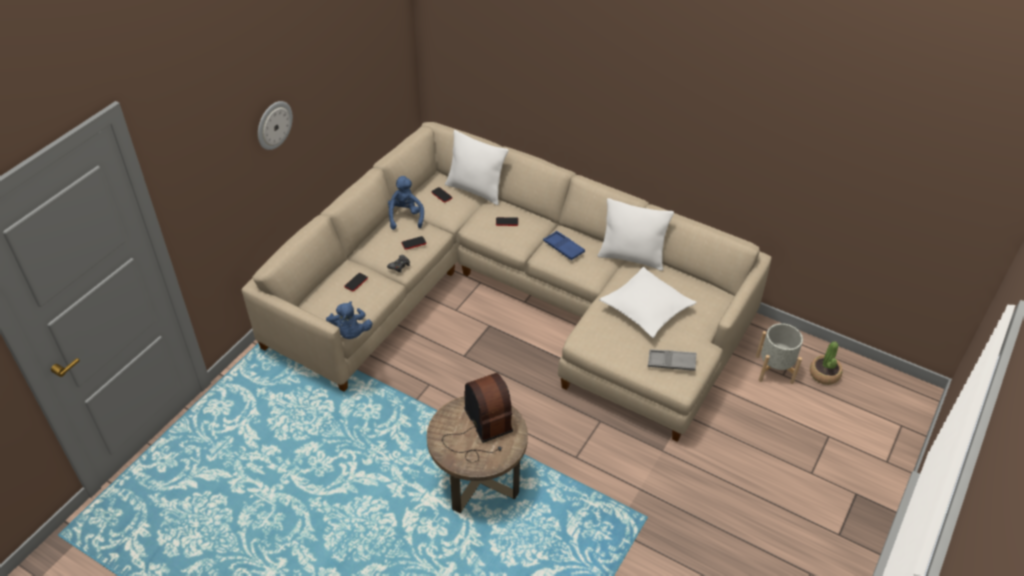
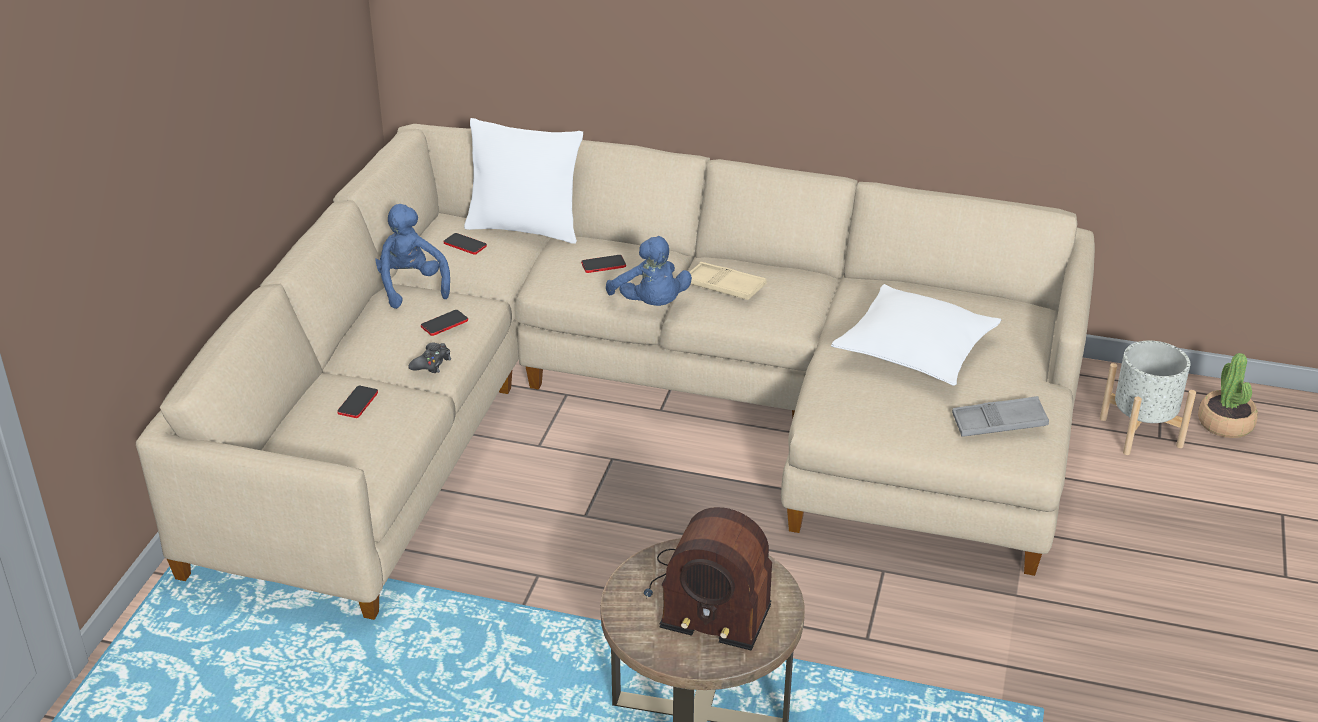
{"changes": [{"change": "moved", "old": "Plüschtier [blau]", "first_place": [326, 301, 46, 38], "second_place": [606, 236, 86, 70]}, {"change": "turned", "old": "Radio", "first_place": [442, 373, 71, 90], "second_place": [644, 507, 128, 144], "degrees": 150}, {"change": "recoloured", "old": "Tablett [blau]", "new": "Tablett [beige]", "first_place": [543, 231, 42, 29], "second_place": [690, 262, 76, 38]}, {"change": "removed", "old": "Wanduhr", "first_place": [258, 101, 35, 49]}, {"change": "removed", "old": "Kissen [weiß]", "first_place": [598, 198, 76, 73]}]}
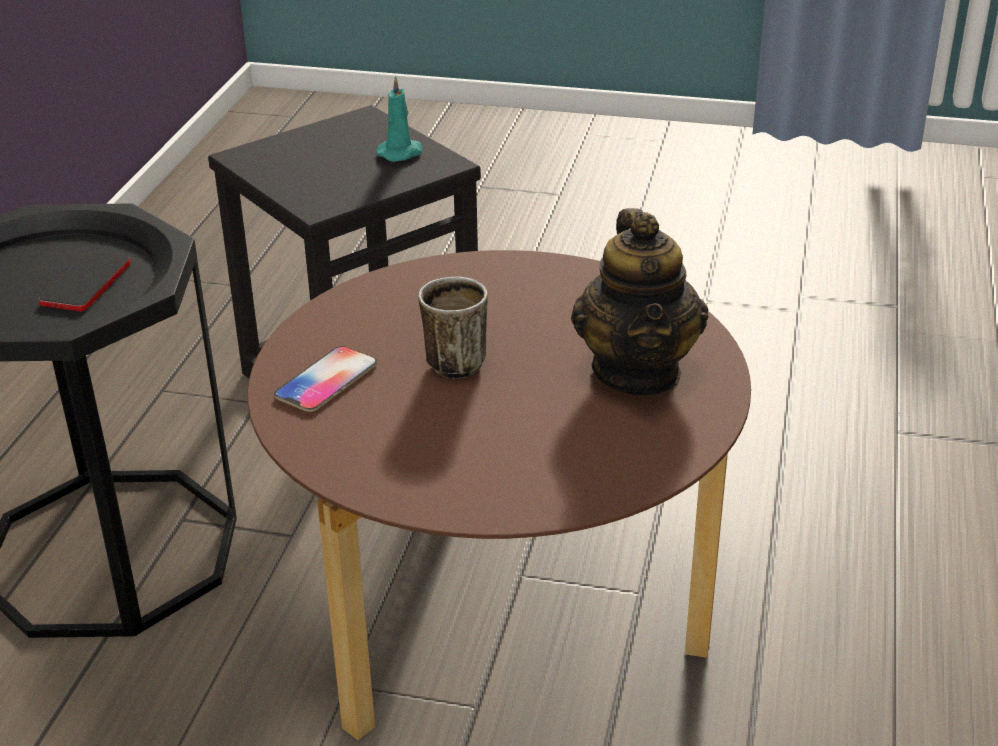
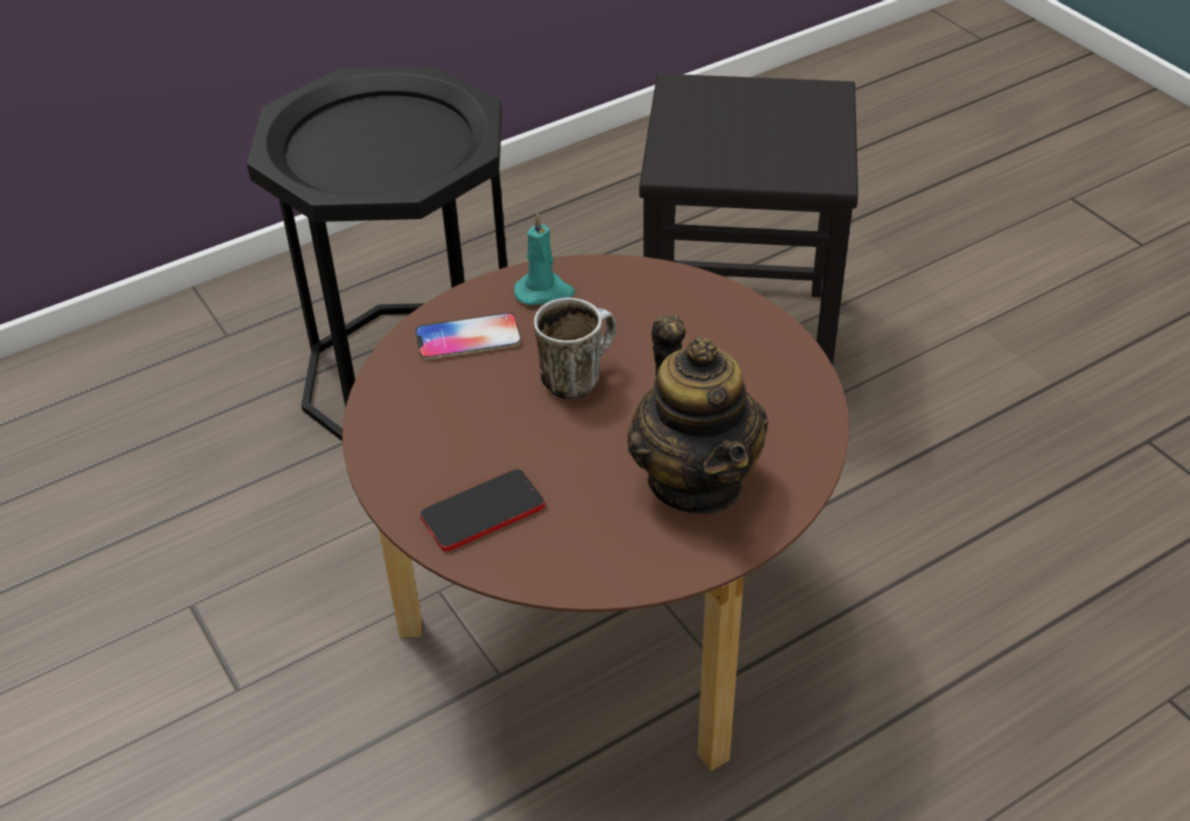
{"changes": [{"change": "moved", "old": "Handy", "first_place": [39, 251, 91, 60], "second_place": [420, 469, 125, 82]}, {"change": "moved", "old": "Kerze [türkis]", "first_place": [376, 76, 47, 86], "second_place": [514, 213, 61, 92]}, {"change": "turned", "old": "Teekanne", "first_place": [571, 208, 137, 188], "second_place": [627, 314, 141, 201], "degrees": -60}]}
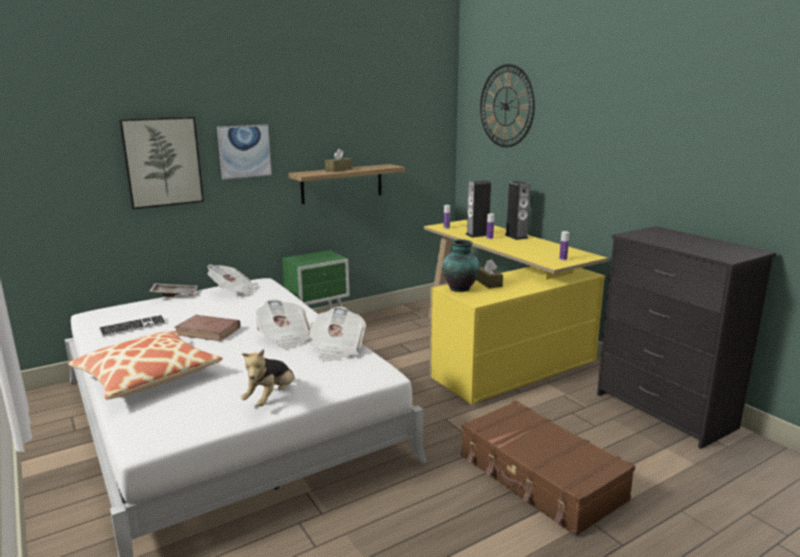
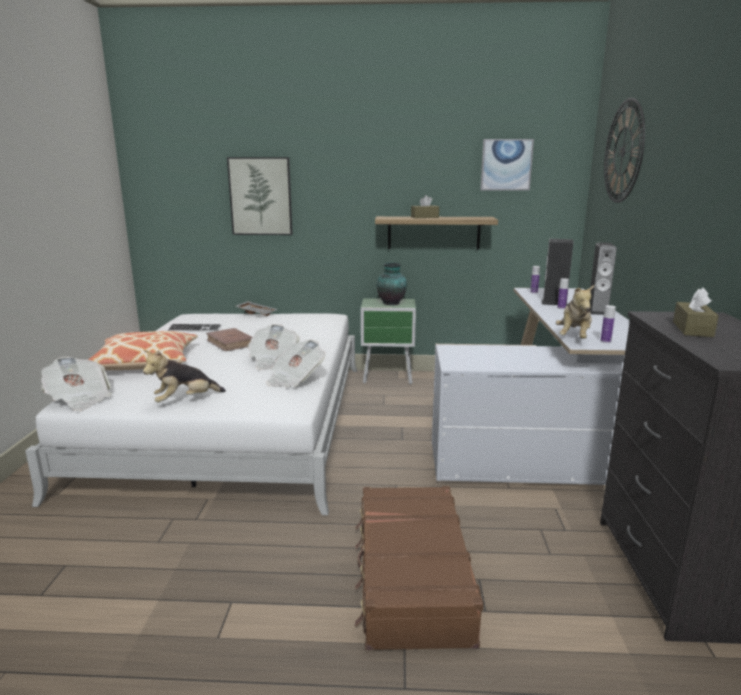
{"changes": [{"change": "moved", "old": "Zeitung", "first_place": [207, 265, 48, 31], "second_place": [41, 356, 71, 55]}, {"change": "moved", "old": "Vase", "first_place": [442, 239, 38, 53], "second_place": [376, 262, 31, 43]}, {"change": "recoloured", "old": "Schreibtisch [gelb]", "new": "Schreibtisch [weiß]", "first_place": [424, 220, 184, 185], "second_place": [432, 288, 198, 197]}, {"change": "moved", "old": "Bild", "first_place": [217, 124, 55, 56], "second_place": [480, 139, 54, 52]}, {"change": "added", "new": "Plüschtier", "second_place": [556, 285, 38, 54]}, {"change": "moved", "old": "Taschentuchbox [braun]", "first_place": [476, 259, 27, 29], "second_place": [673, 288, 46, 49]}]}
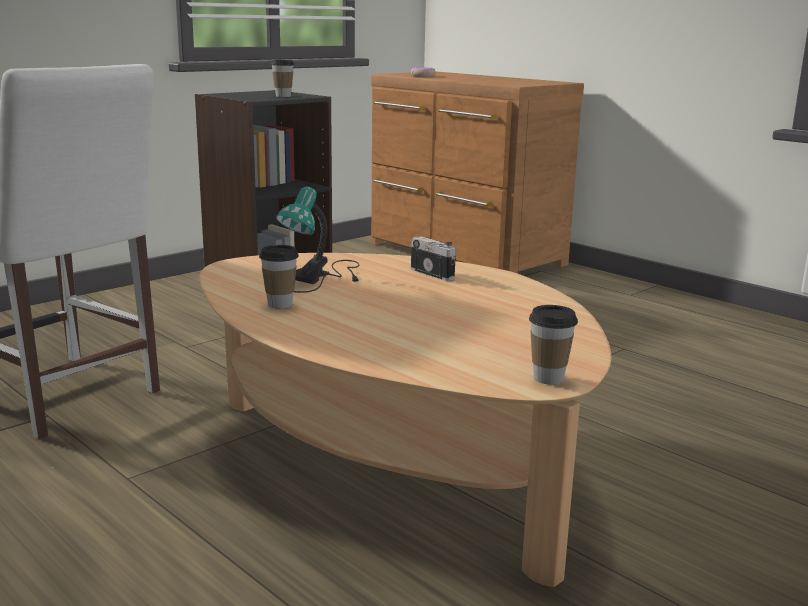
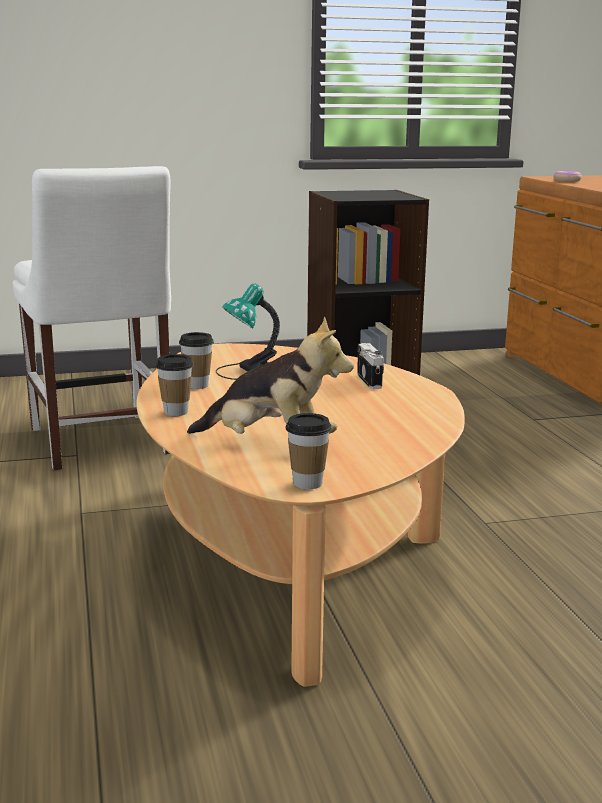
{"changes": [{"change": "moved", "old": "Tasse", "first_place": [271, 60, 23, 37], "second_place": [156, 354, 38, 62]}, {"change": "added", "new": "Plüschtier", "second_place": [187, 316, 167, 118]}]}
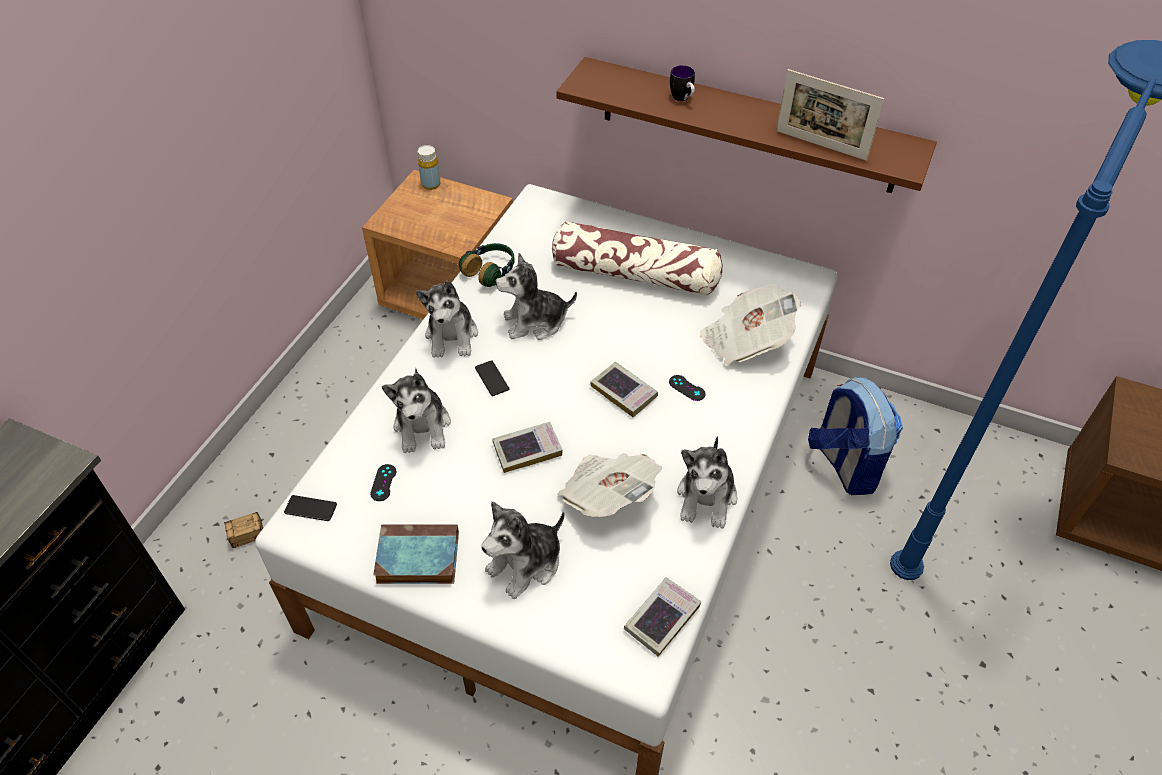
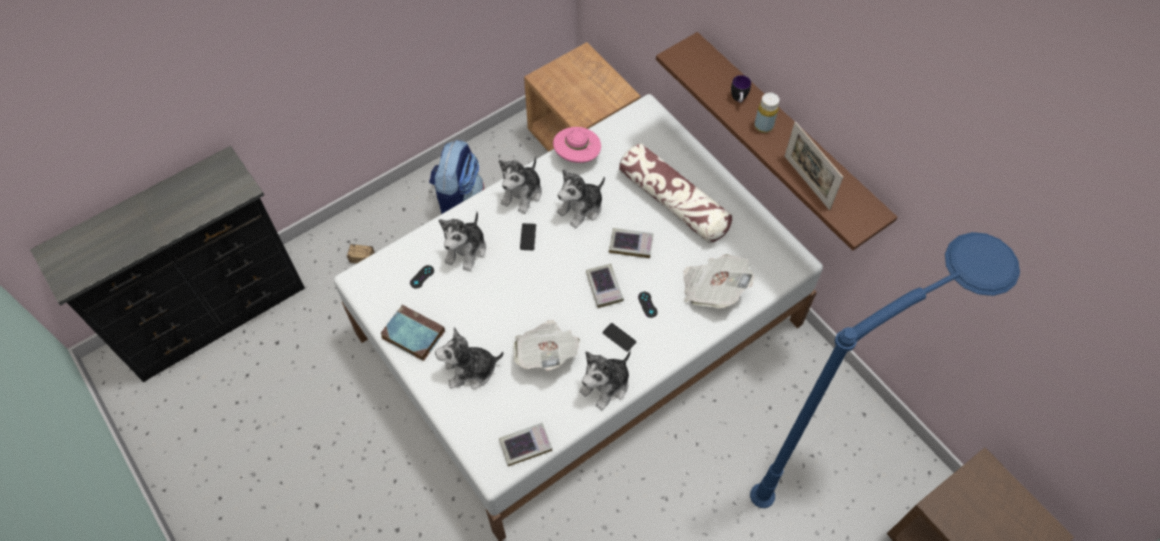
{"changes": [{"change": "moved", "old": "Rucksack", "first_place": [808, 377, 95, 118], "second_place": [429, 140, 55, 74]}, {"change": "replaced", "old": "Kopfhörer", "new": "Hut [rosa]", "first_place": [459, 243, 56, 44], "second_place": [553, 127, 48, 36]}, {"change": "turned", "old": "Plüschtier", "first_place": [495, 253, 82, 87], "second_place": [557, 169, 48, 59], "degrees": -60}, {"change": "moved", "old": "Handy", "first_place": [284, 495, 53, 26], "second_place": [602, 323, 34, 29]}, {"change": "moved", "old": "Buch", "first_place": [492, 422, 71, 51], "second_place": [609, 228, 45, 30]}, {"change": "moved", "old": "Flasche [gelb]", "first_place": [418, 145, 23, 45], "second_place": [754, 92, 25, 41]}]}
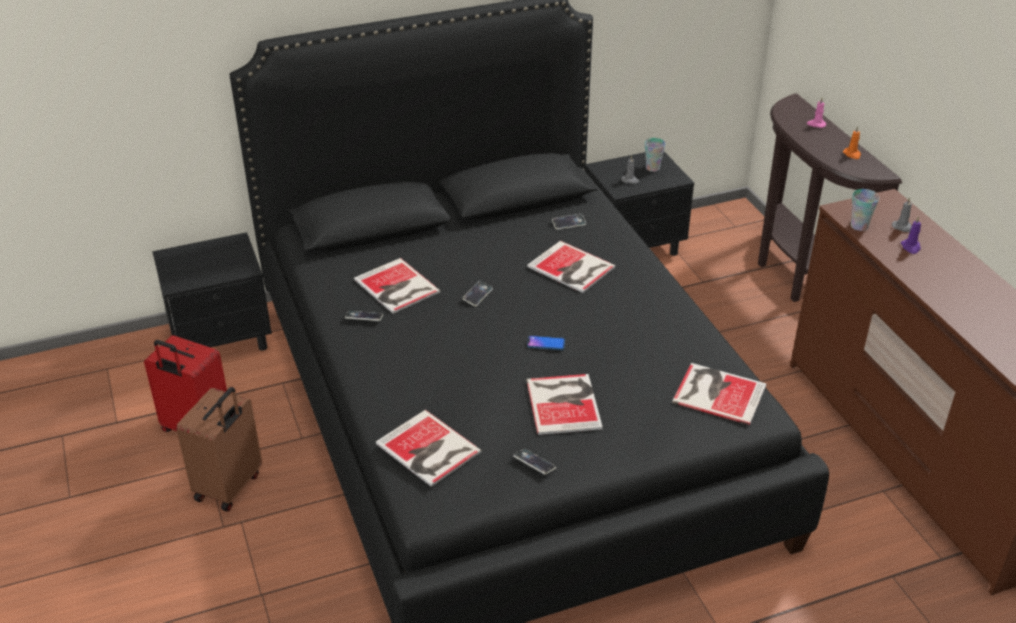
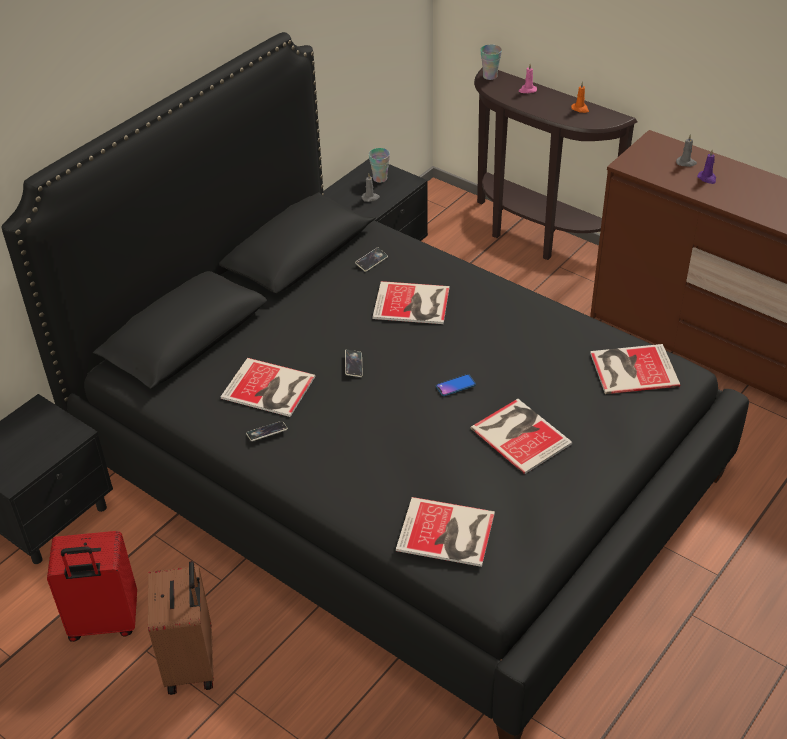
{"changes": [{"change": "moved", "old": "Tasse", "first_place": [850, 189, 30, 42], "second_place": [480, 44, 22, 36]}, {"change": "removed", "old": "Handy", "first_place": [513, 449, 43, 25]}]}
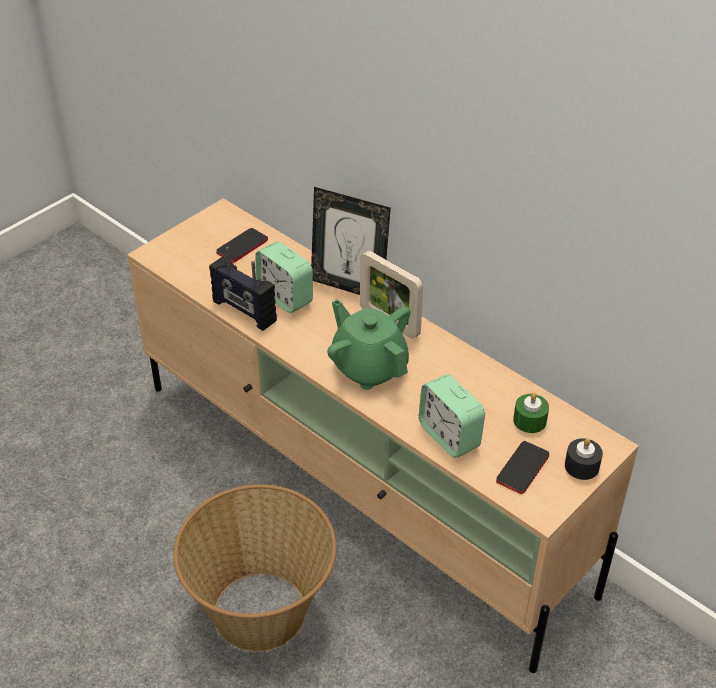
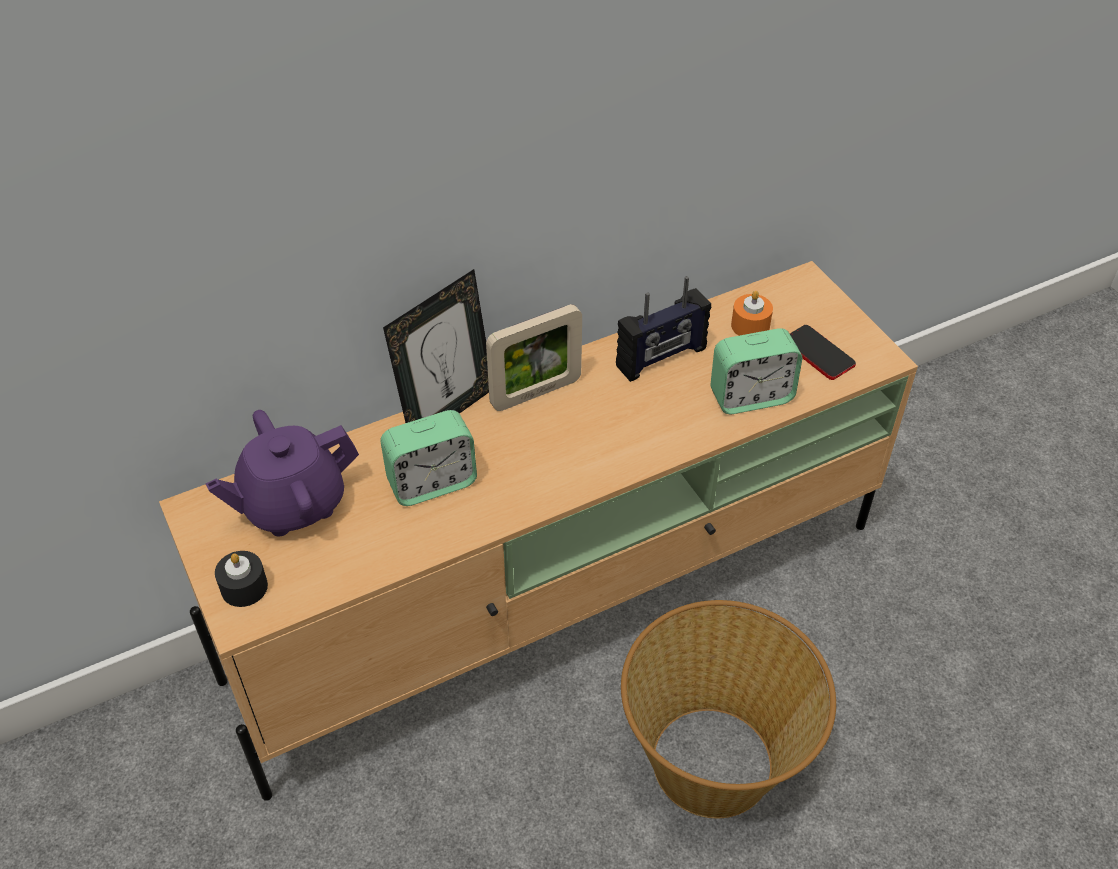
{"changes": [{"change": "replaced", "old": "Handy", "new": "Teekanne [lila]", "first_place": [216, 228, 52, 35], "second_place": [206, 410, 153, 126]}, {"change": "moved", "old": "Kerze [schwarz]", "first_place": [565, 438, 38, 42], "second_place": [215, 551, 53, 56]}, {"change": "moved", "old": "Radio", "first_place": [209, 247, 68, 84], "second_place": [616, 276, 95, 106]}, {"change": "recoloured", "old": "Kerze [grün]", "new": "Kerze [orange]", "first_place": [513, 393, 36, 40], "second_place": [731, 291, 42, 45]}, {"change": "removed", "old": "Teekanne [grün]", "first_place": [327, 300, 83, 90]}]}
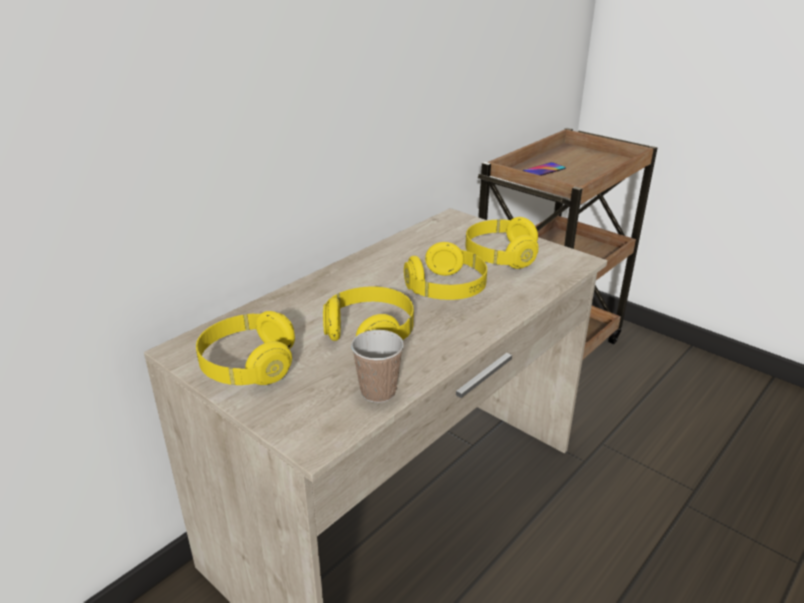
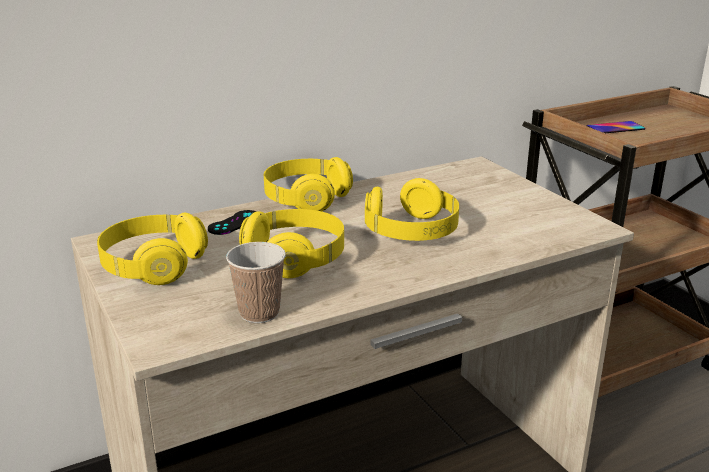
{"changes": [{"change": "added", "new": "Gamepad [schwarz]", "second_place": [208, 210, 49, 25]}, {"change": "moved", "old": "Kopfhörer [gelb]", "first_place": [465, 217, 74, 52], "second_place": [264, 157, 89, 54]}]}
